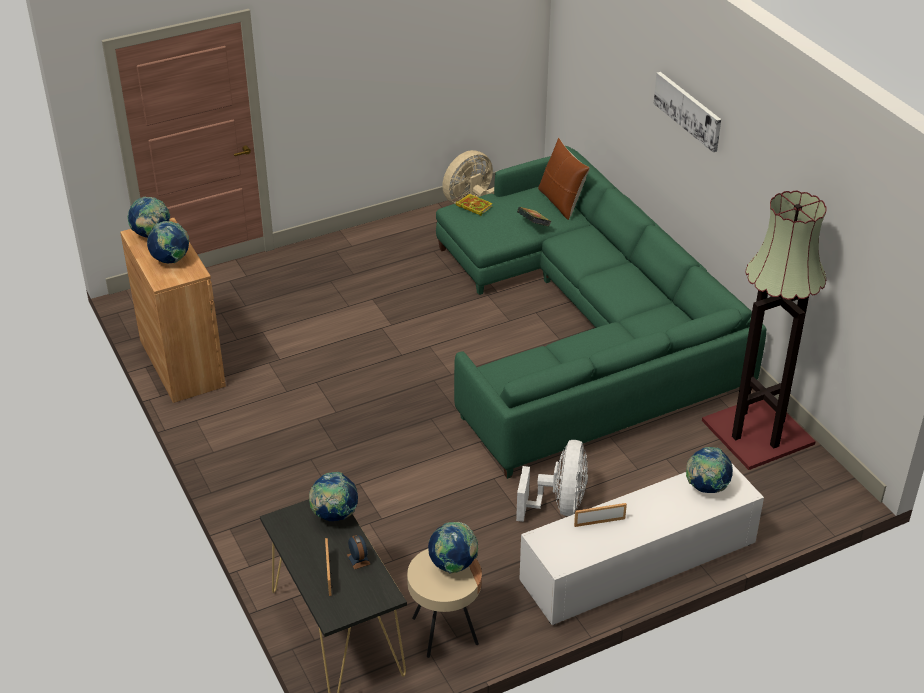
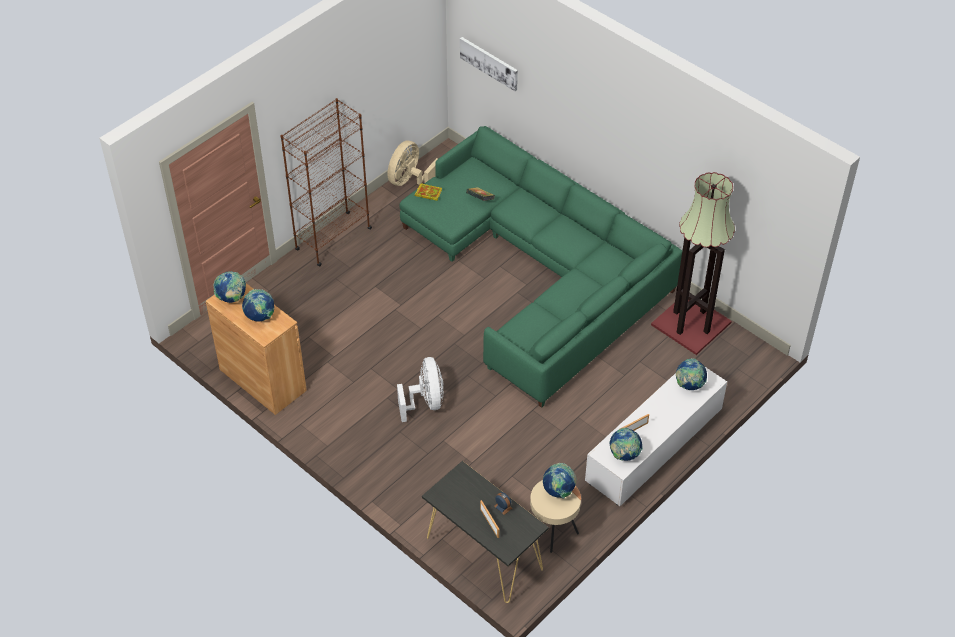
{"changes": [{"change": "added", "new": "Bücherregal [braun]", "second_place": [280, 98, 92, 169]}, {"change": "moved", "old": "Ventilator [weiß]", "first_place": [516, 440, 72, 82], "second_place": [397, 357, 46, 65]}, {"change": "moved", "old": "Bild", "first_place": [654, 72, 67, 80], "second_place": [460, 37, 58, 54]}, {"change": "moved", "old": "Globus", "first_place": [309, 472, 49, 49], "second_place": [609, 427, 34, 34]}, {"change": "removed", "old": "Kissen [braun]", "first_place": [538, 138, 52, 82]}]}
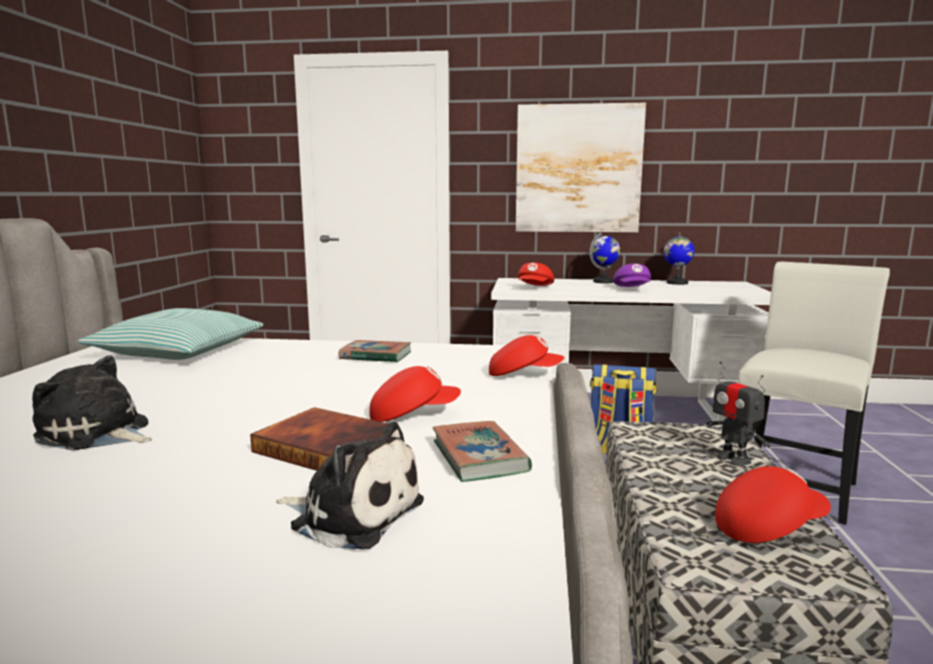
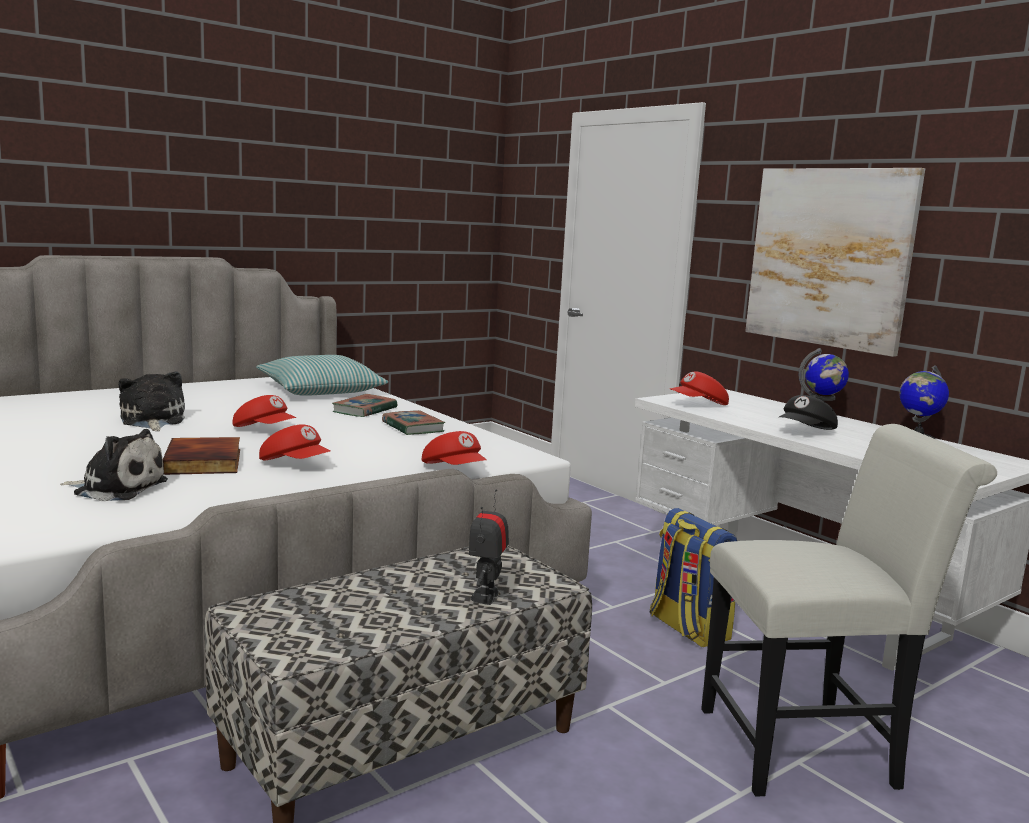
{"changes": [{"change": "turned", "old": "Plüschtier", "first_place": [276, 422, 148, 127], "second_place": [60, 429, 108, 72], "degrees": -60}, {"change": "moved", "old": "Kappe [rot]", "first_place": [715, 466, 116, 77], "second_place": [233, 395, 63, 32]}, {"change": "moved", "old": "Buch", "first_place": [432, 421, 100, 61], "second_place": [332, 394, 65, 23]}, {"change": "recoloured", "old": "Kappe [lila]", "new": "Kappe [schwarz]", "first_place": [613, 263, 38, 24], "second_place": [778, 395, 60, 35]}]}
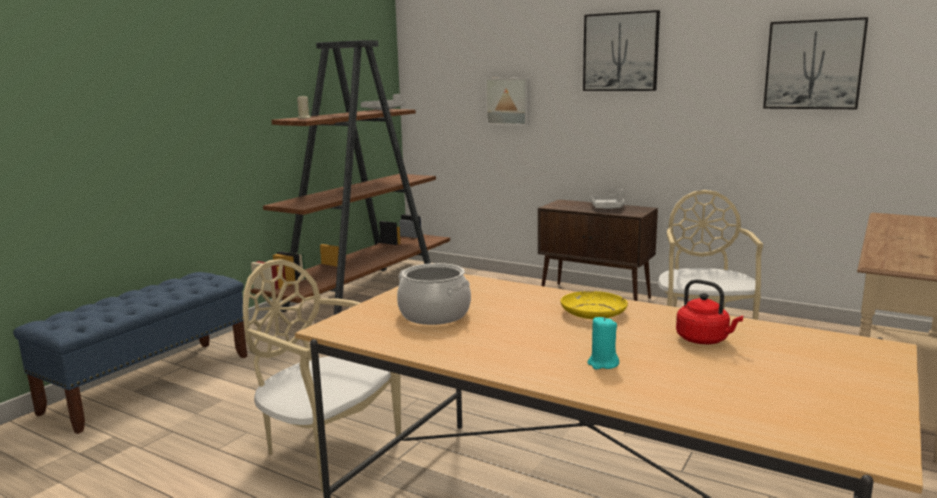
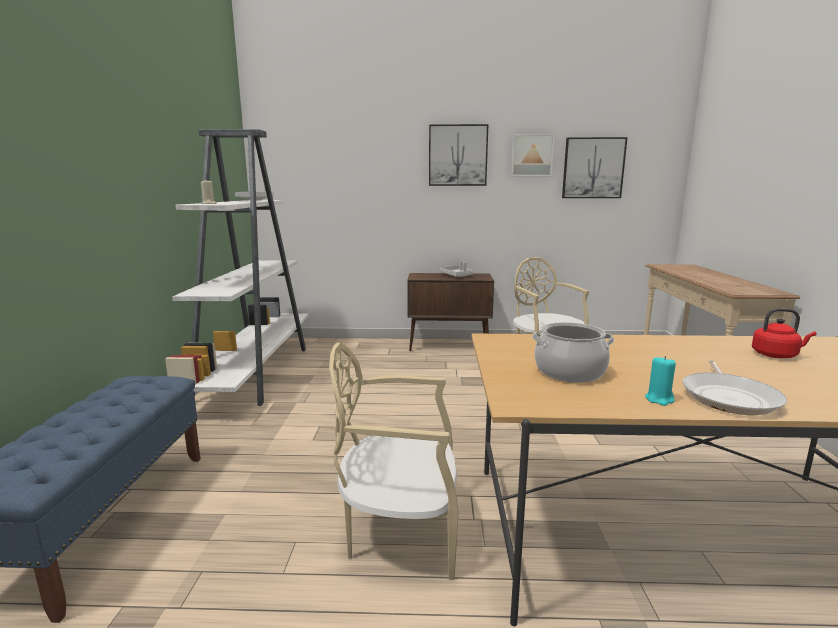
{"changes": [{"change": "recoloured", "old": "Bücherregal [braun]", "new": "Bücherregal [weiß]", "first_place": [251, 40, 199, 275], "second_place": [165, 129, 143, 277]}, {"change": "moved", "old": "Bild", "first_place": [485, 77, 44, 49], "second_place": [511, 134, 44, 42]}, {"change": "moved", "old": "Kerze [türkis]", "first_place": [587, 316, 32, 53], "second_place": [645, 356, 31, 50]}, {"change": "added", "new": "Pfanne", "second_place": [682, 360, 105, 55]}, {"change": "removed", "old": "Teller [gelb]", "first_place": [560, 291, 68, 28]}]}
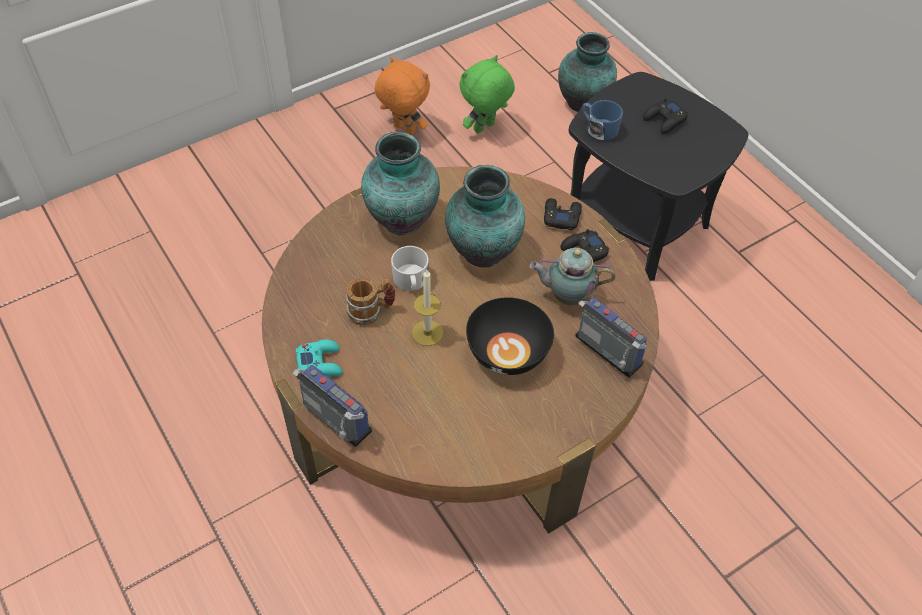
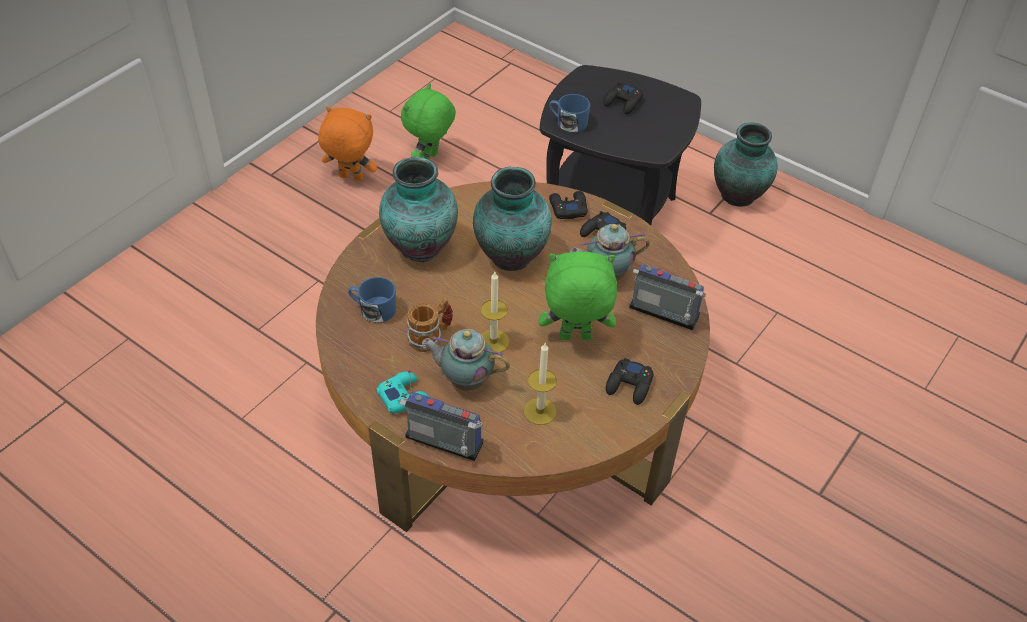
{"changes": [{"change": "added", "new": "Henkelbecher [blau]", "second_place": [348, 277, 48, 46]}, {"change": "added", "new": "Teekanne", "second_place": [422, 329, 88, 61]}, {"change": "added", "new": "Kerze", "second_place": [524, 343, 33, 82]}, {"change": "replaced", "old": "Schüssel [schwarz]", "new": "Plüschtier [grün]", "first_place": [466, 297, 88, 78], "second_place": [539, 252, 78, 89]}, {"change": "added", "new": "Gamepad [schwarz]", "second_place": [606, 358, 48, 47]}, {"change": "moved", "old": "Vase", "first_place": [558, 32, 59, 80], "second_place": [714, 123, 64, 84]}, {"change": "removed", "old": "Henkelbecher [weiß]", "first_place": [391, 246, 38, 45]}]}
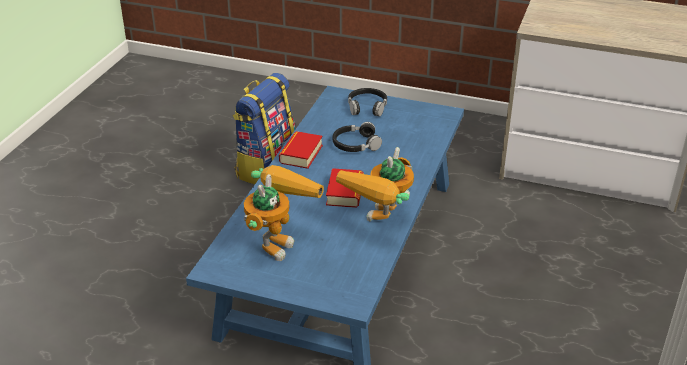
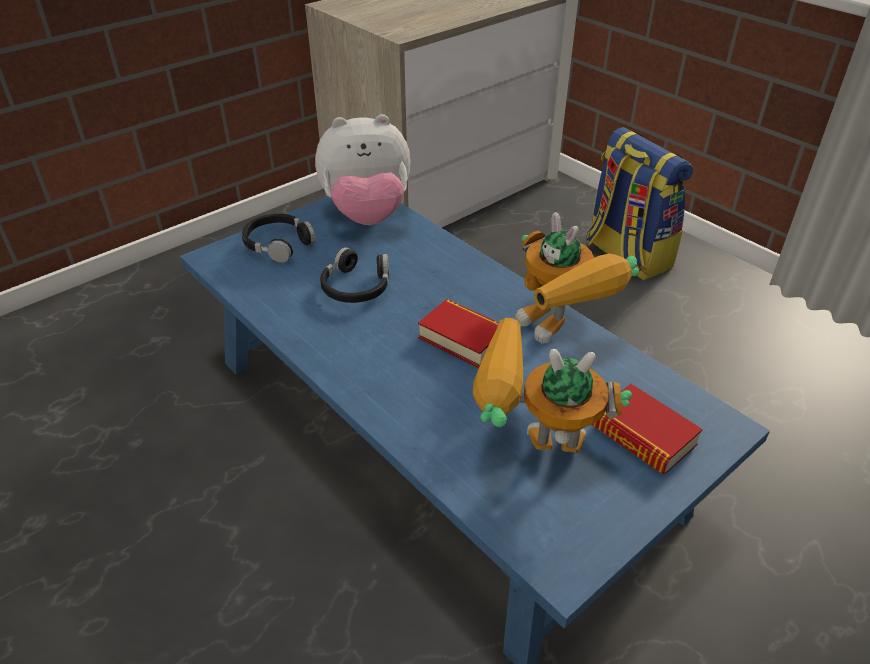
{"changes": [{"change": "added", "new": "Plüschtier", "second_place": [315, 114, 95, 111]}, {"change": "turned", "old": "Spielzeugroboter", "first_place": [244, 165, 80, 96], "second_place": [473, 318, 159, 135], "degrees": -45}, {"change": "moved", "old": "Rucksack", "first_place": [233, 73, 63, 111], "second_place": [586, 127, 107, 153]}, {"change": "moved", "old": "Buch", "first_place": [279, 131, 44, 38], "second_place": [592, 384, 111, 91]}]}
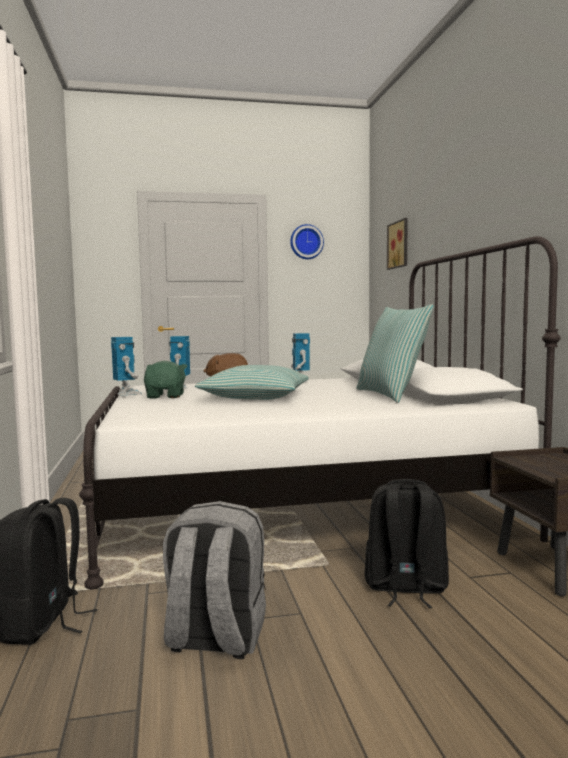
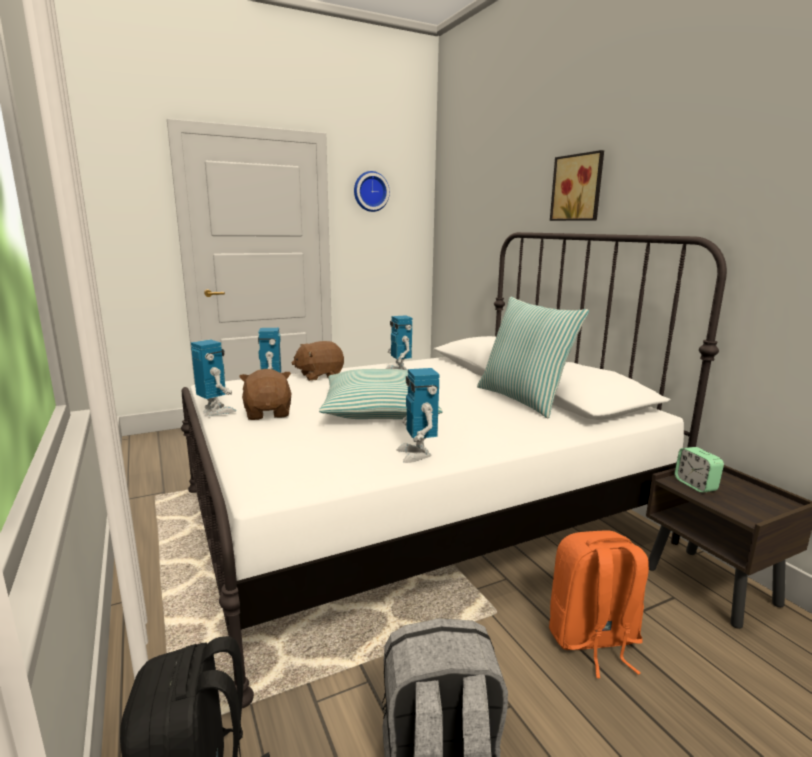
{"changes": [{"change": "recoloured", "old": "Plüschtier [grün]", "new": "Plüschtier [braun]", "first_place": [144, 361, 43, 38], "second_place": [239, 369, 52, 51]}, {"change": "added", "new": "Spielzeugroboter", "second_place": [396, 368, 44, 95]}, {"change": "recoloured", "old": "Rucksack [schwarz]", "new": "Rucksack [orange]", "first_place": [364, 479, 85, 129], "second_place": [549, 531, 100, 147]}, {"change": "moved", "old": "Bild", "first_place": [387, 218, 21, 52], "second_place": [550, 150, 54, 71]}, {"change": "added", "new": "Wecker", "second_place": [675, 447, 49, 46]}]}
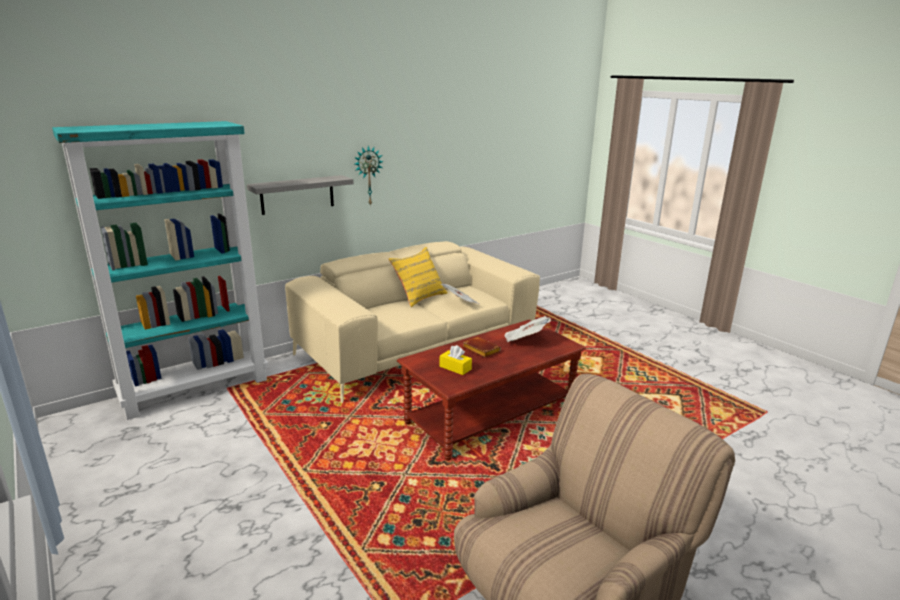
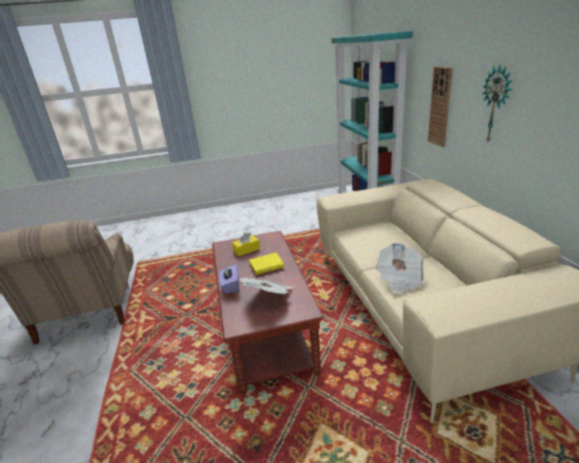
{"changes": [{"change": "added", "new": "Taschentuchbox [lila]", "second_place": [219, 265, 20, 29]}, {"change": "recoloured", "old": "Buch [braun]", "new": "Buch [gelb]", "first_place": [463, 337, 38, 21], "second_place": [249, 253, 35, 22]}, {"change": "replaced", "old": "Wandregal [grau]", "new": "Wanduhr", "first_place": [247, 175, 107, 40], "second_place": [428, 67, 25, 80]}, {"change": "removed", "old": "Kissen [gelb]", "first_place": [389, 247, 58, 60]}]}
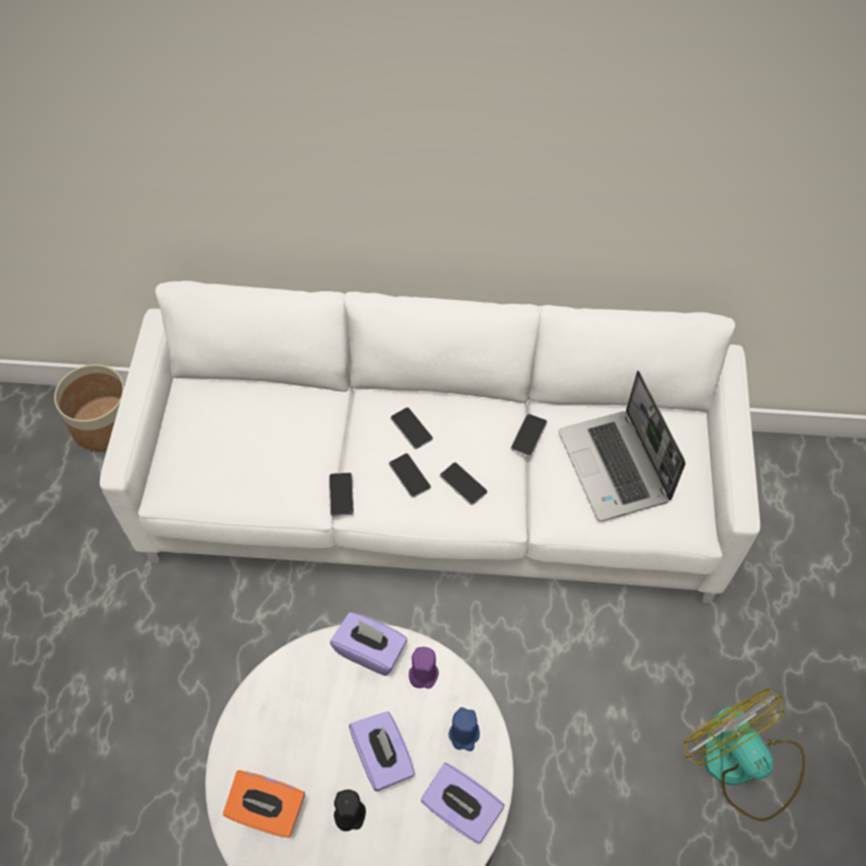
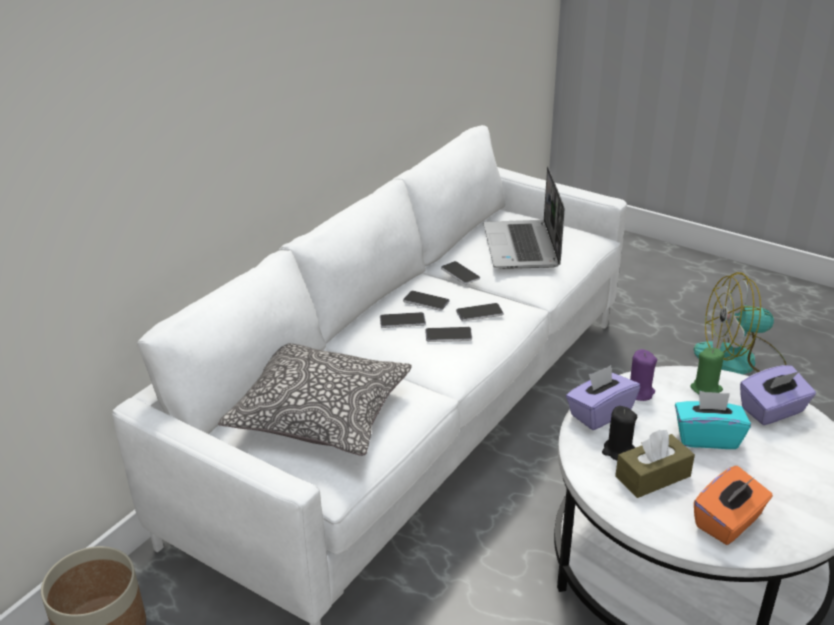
{"changes": [{"change": "added", "new": "Kissen", "second_place": [218, 343, 194, 113]}, {"change": "moved", "old": "Handy", "first_place": [329, 472, 25, 44], "second_place": [403, 291, 47, 20]}, {"change": "turned", "old": "Laptop", "first_place": [558, 370, 128, 151], "second_place": [484, 167, 81, 102], "degrees": 75}, {"change": "moved", "old": "Kerze [schwarz]", "first_place": [334, 790, 32, 41], "second_place": [602, 406, 35, 54]}, {"change": "added", "new": "Taschentuchbox [braun]", "second_place": [615, 430, 80, 68]}, {"change": "recoloured", "old": "Taschentuchbox [lila]", "new": "Taschentuchbox [türkis]", "first_place": [349, 711, 66, 80], "second_place": [675, 391, 76, 58]}, {"change": "recoloured", "old": "Kerze [blau]", "new": "Kerze [grün]", "first_place": [449, 707, 31, 44], "second_place": [690, 348, 35, 46]}]}
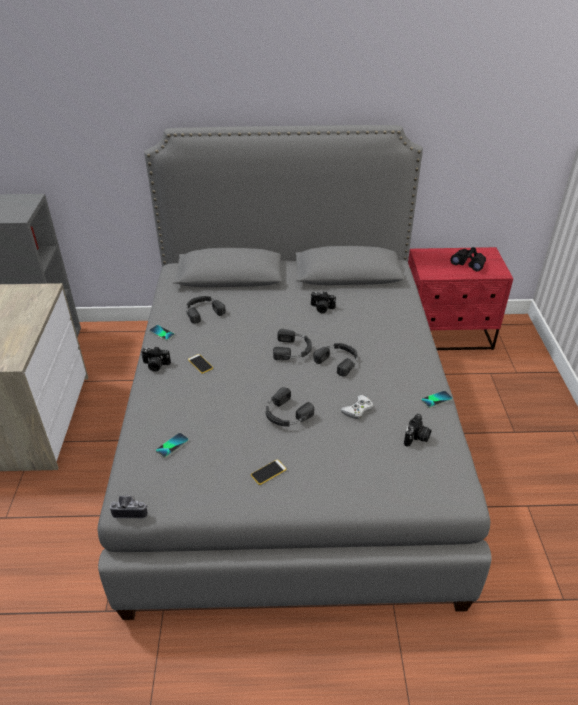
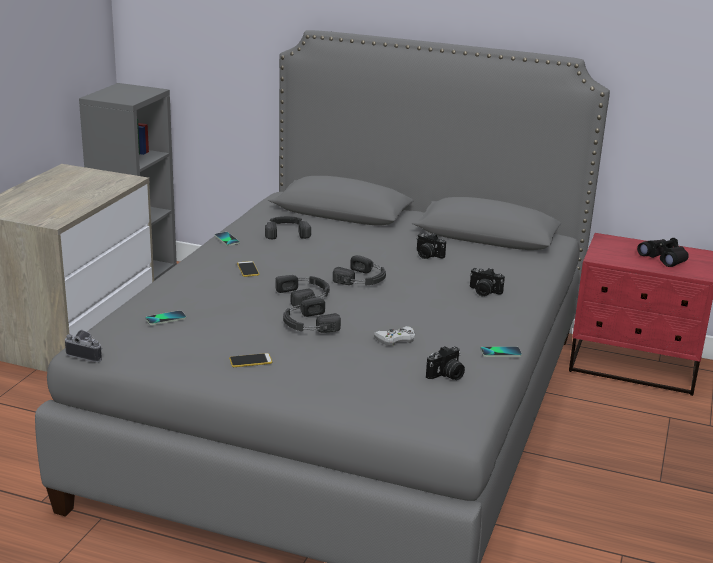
{"changes": [{"change": "moved", "old": "Kopfhörer [schwarz]", "first_place": [313, 343, 45, 34], "second_place": [275, 275, 55, 33]}, {"change": "moved", "old": "Kamera", "first_place": [141, 347, 30, 25], "second_place": [470, 268, 35, 28]}]}
